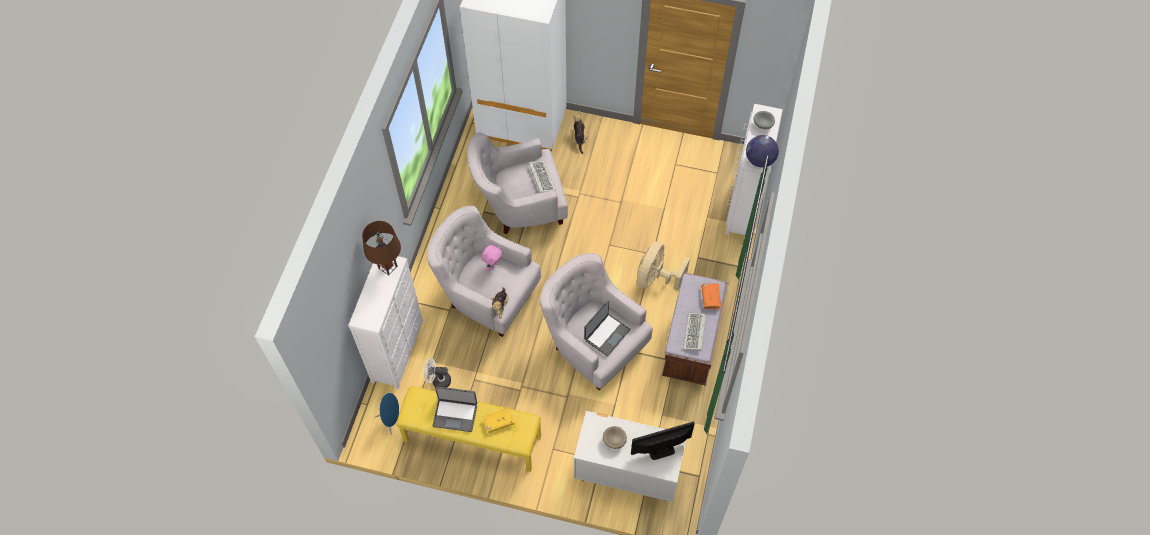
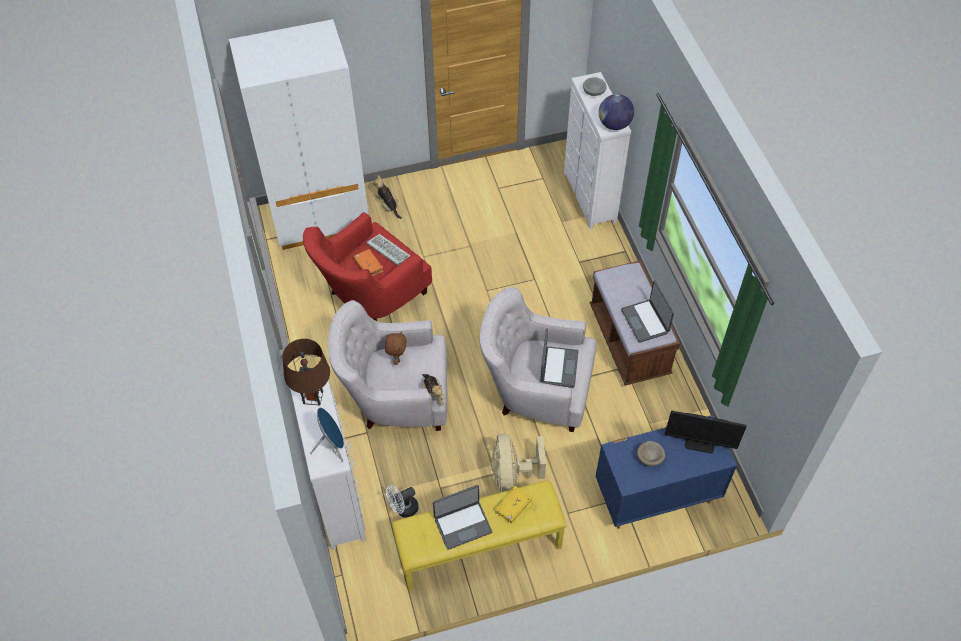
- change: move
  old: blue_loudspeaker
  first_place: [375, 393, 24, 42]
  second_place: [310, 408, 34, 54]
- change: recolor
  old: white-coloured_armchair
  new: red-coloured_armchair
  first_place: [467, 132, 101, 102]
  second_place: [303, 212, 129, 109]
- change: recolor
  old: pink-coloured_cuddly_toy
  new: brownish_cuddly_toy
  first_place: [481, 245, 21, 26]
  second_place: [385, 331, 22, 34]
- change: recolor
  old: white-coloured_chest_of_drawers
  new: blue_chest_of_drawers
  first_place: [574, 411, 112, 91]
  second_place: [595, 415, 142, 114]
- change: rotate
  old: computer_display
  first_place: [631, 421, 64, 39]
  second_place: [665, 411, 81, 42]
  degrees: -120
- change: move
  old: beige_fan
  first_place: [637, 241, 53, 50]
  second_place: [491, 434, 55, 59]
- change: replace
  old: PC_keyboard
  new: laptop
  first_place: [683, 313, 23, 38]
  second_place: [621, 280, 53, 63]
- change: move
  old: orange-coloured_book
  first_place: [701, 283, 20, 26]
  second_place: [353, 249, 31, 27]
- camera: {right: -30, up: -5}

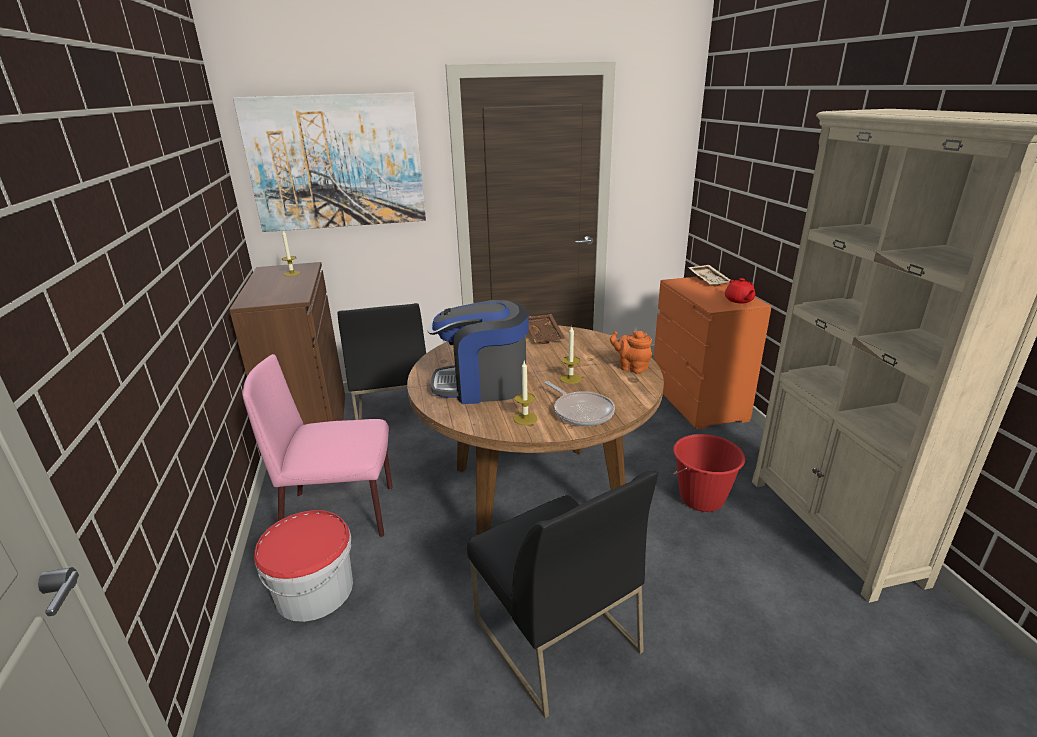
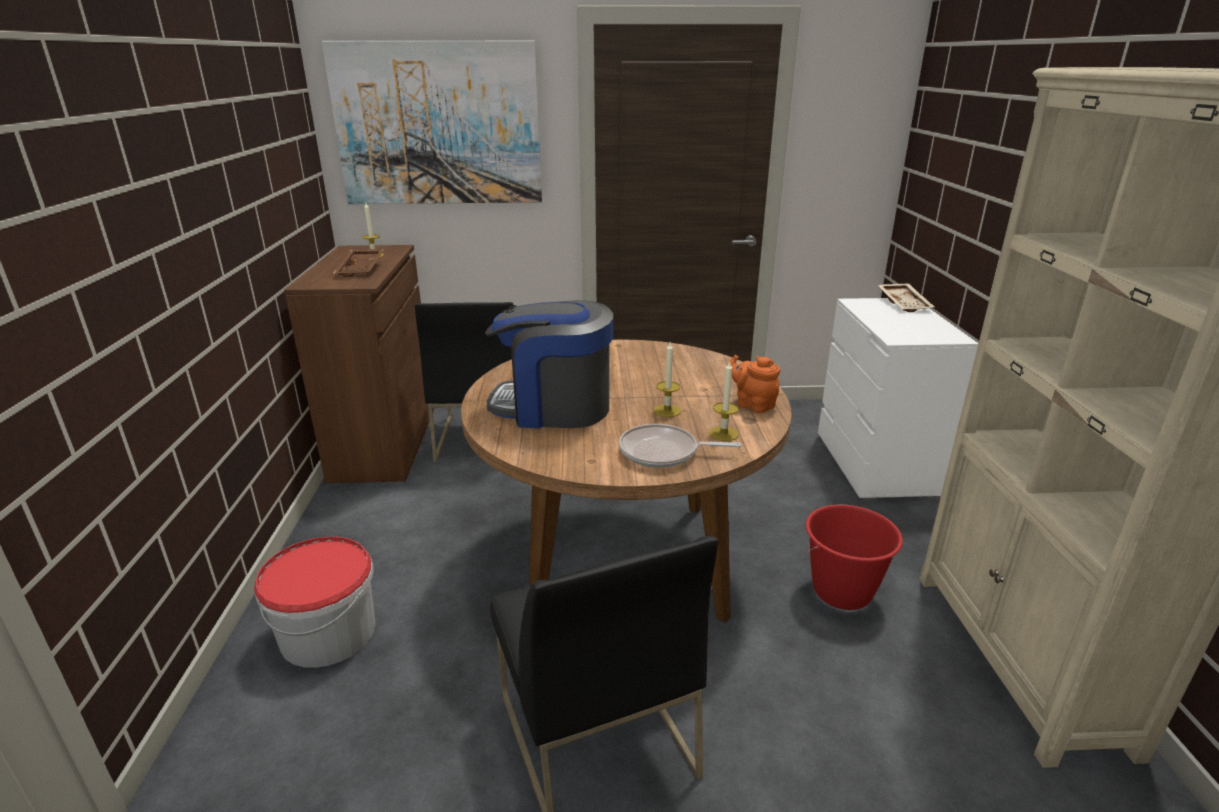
- change: delete
  old: pink-coloured_plain_chair
  first_place: [242, 354, 151, 183]
- change: move
  old: wax_light
  first_place: [514, 361, 23, 64]
  second_place: [709, 360, 30, 81]
- change: move
  old: brownish_serving_tray
  first_place: [529, 314, 36, 30]
  second_place: [333, 249, 51, 28]
- change: rotate
  old: frying_pan
  first_place: [545, 381, 70, 45]
  second_place: [619, 424, 122, 44]
  degrees: 120
- change: recolor
  old: orange-coloured_chest_of_drawers
  new: white-coloured_chest_of_drawers
  first_place: [653, 277, 119, 153]
  second_place: [818, 298, 160, 203]
- change: delete
  old: red-coloured_tea_pot
  first_place: [725, 278, 30, 25]
- camera: {right: 10, up: 0}

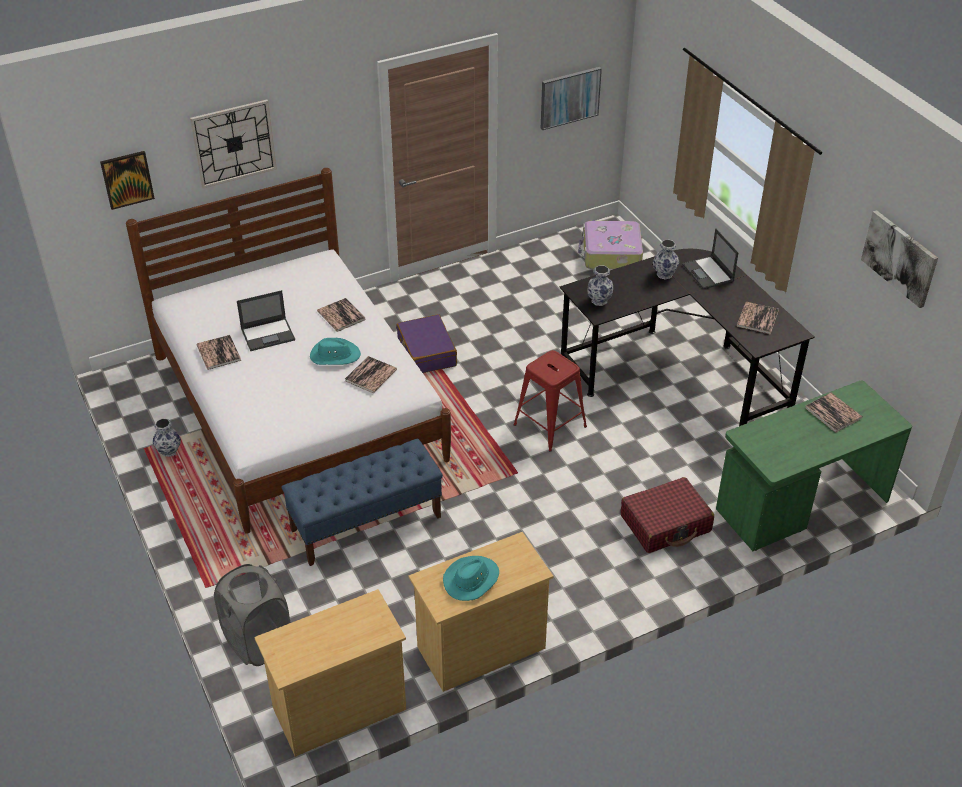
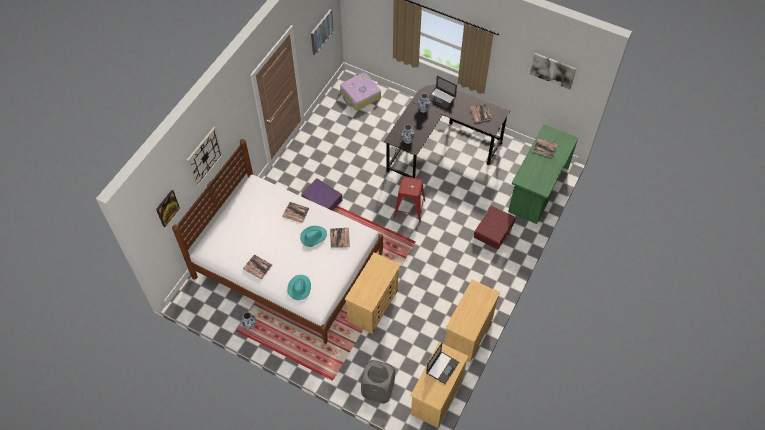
- change: move
  old: laptop
  first_place: [237, 290, 58, 61]
  second_place: [426, 343, 33, 41]
- change: replace
  old: blue_bench
  new: beige_chest_of_drawers
  first_place: [282, 439, 161, 127]
  second_place: [345, 253, 56, 81]
- change: move
  old: blue-green_hat
  first_place: [443, 556, 56, 45]
  second_place: [287, 275, 24, 25]
- camera: {right: -35, up: 15}

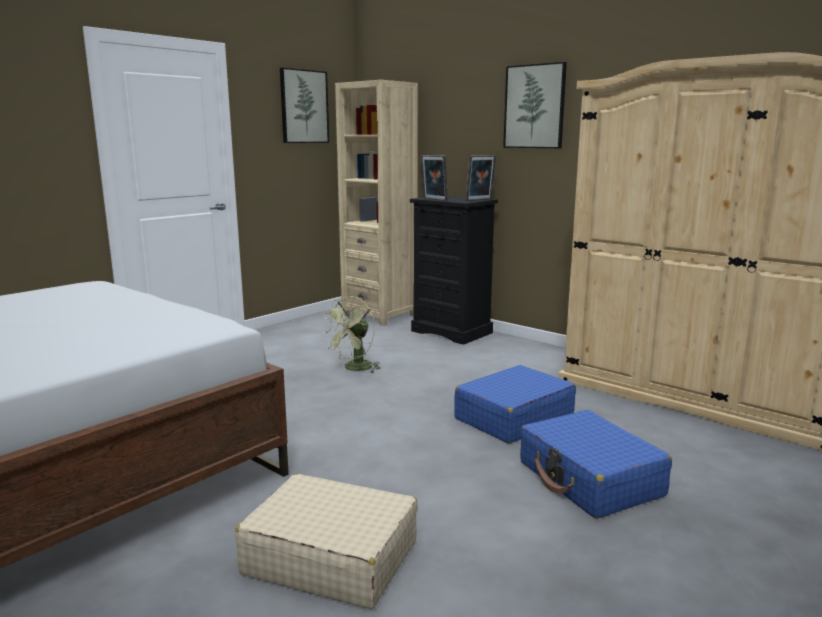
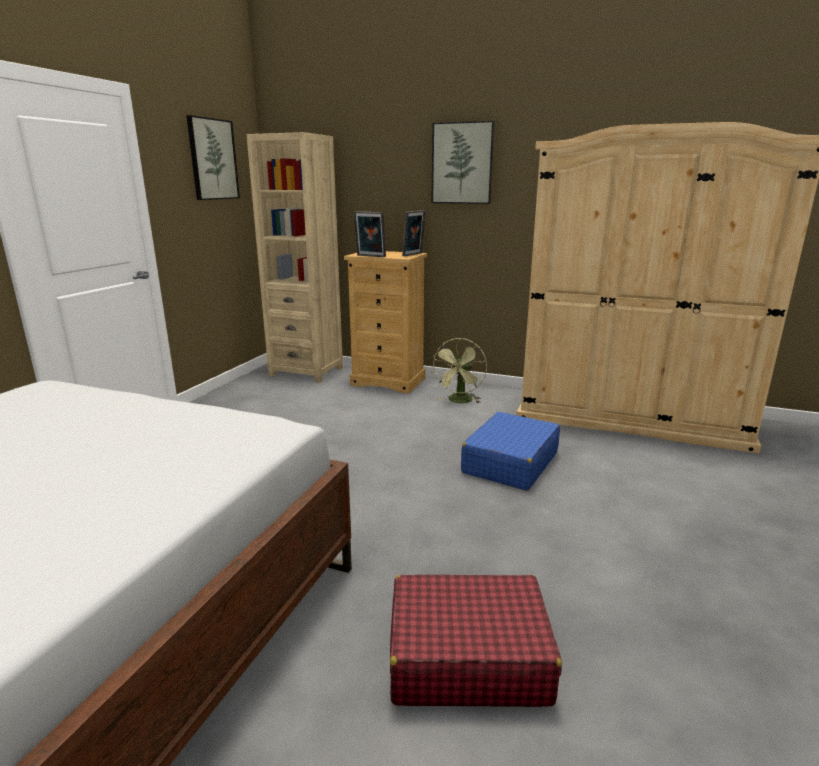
- change: recolor
  old: beige_piece_of_luggage
  new: red-coloured_piece_of_luggage
  first_place: [235, 474, 183, 135]
  second_place: [390, 575, 172, 132]
- change: move
  old: greenish_fan
  first_place: [322, 296, 59, 77]
  second_place: [433, 338, 54, 65]
- change: recolor
  old: blackish_chest_of_drawers
  new: beige_chest_of_drawers
  first_place: [410, 196, 88, 149]
  second_place: [344, 251, 83, 142]
- change: delete
  old: blue_piece_of_luggage
  first_place: [520, 410, 152, 109]
- camera: {right: -20, up: 5}

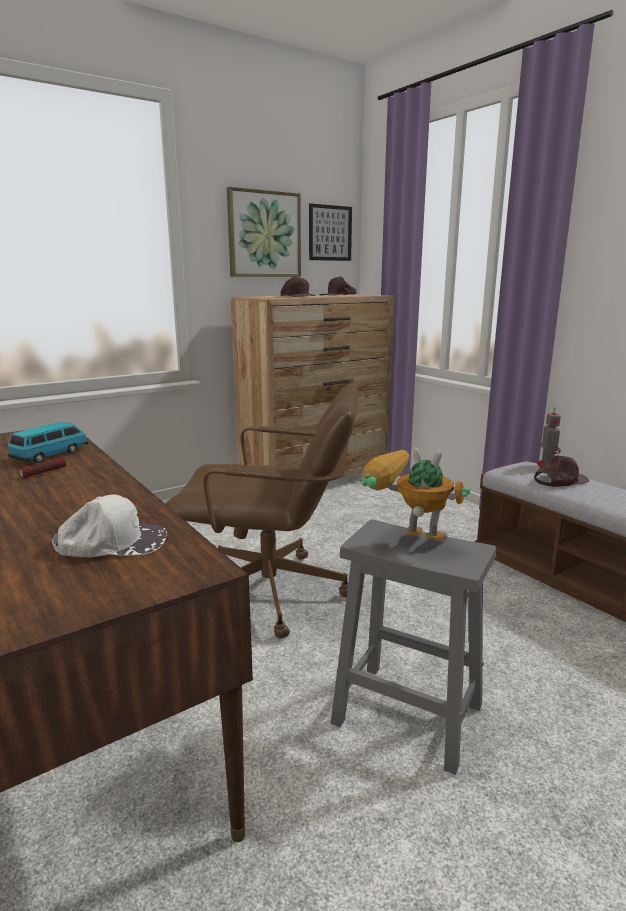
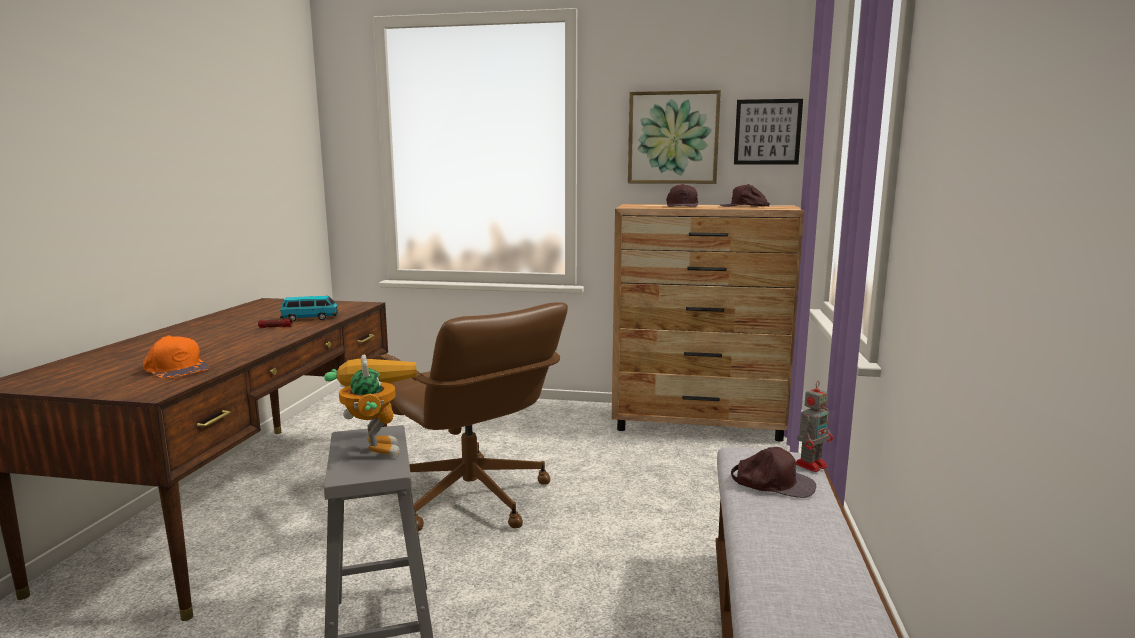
- change: recolor
  old: white-coloured_cap
  new: orange-coloured_cap
  first_place: [52, 495, 115, 62]
  second_place: [143, 335, 67, 44]
- camera: {right: 45, up: -5}

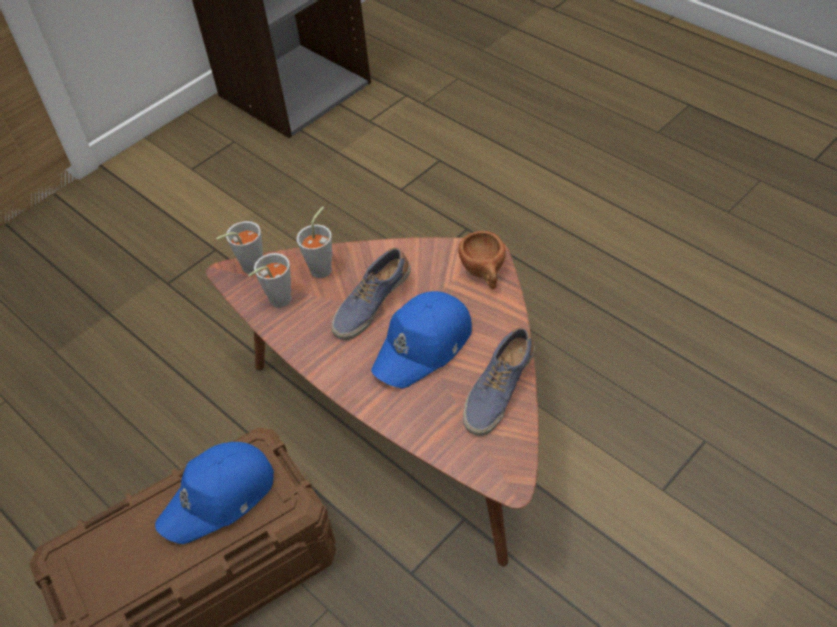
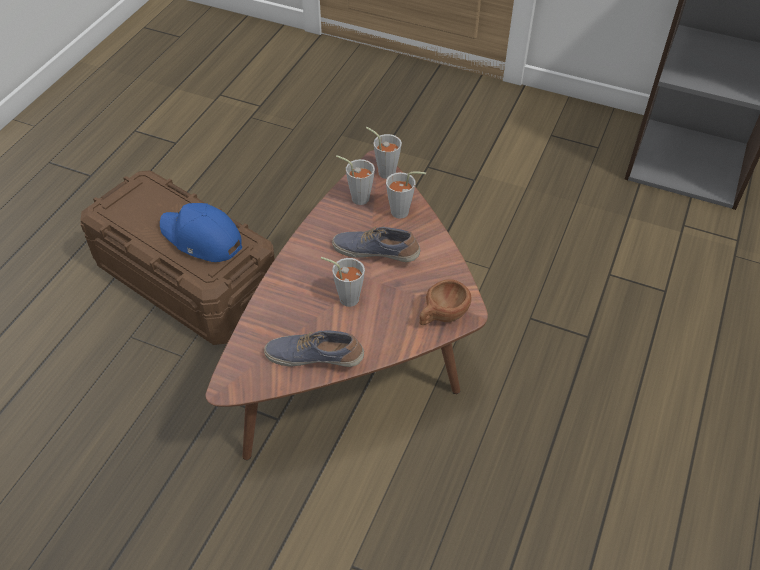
- change: replace
  old: blue_cap
  new: grey_small_cup
  first_place: [371, 291, 101, 97]
  second_place: [321, 257, 44, 50]
- camera: {right: 65, up: 0}

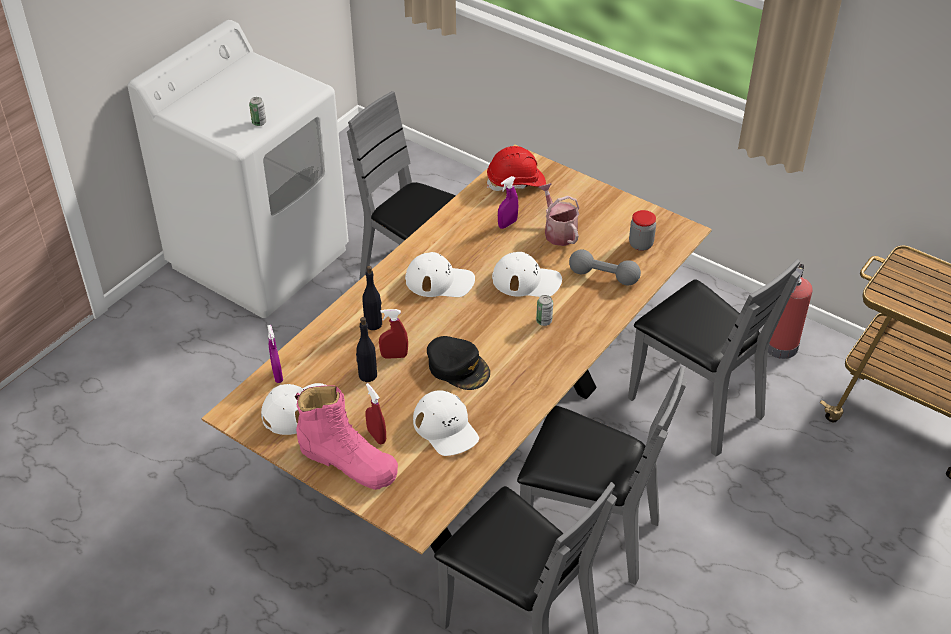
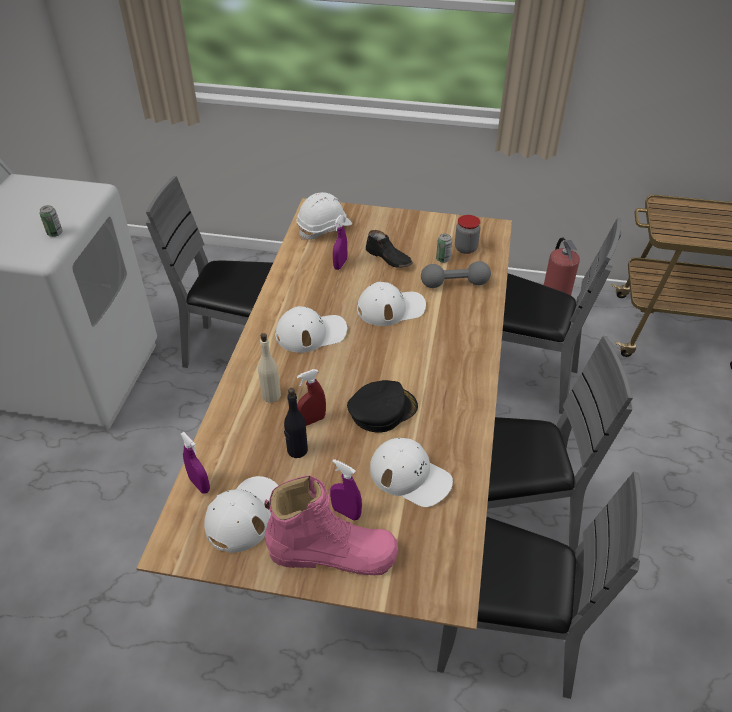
- change: recolor
  old: blackish_drink_bottle
  new: beige_drink_bottle
  first_place: [362, 266, 20, 64]
  second_place: [258, 333, 23, 70]
- change: recolor
  old: red-coloured_hand_sprayer
  new: purple_hand_sprayer
  first_place: [365, 383, 21, 61]
  second_place: [330, 459, 32, 61]
- change: rotate
  old: blackish_cap
  first_place: [427, 336, 63, 54]
  second_place: [347, 380, 71, 52]
  degrees: -45
- change: recolor
  old: red-coloured_hard_hat
  new: white-coloured_hard_hat
  first_place: [487, 146, 59, 45]
  second_place: [296, 192, 56, 48]
- change: move
  old: sealed_can
  first_place: [536, 295, 17, 31]
  second_place: [436, 234, 16, 29]
- change: replace
  old: watering_can
  new: blackish_low_shoe
  first_place: [538, 183, 41, 63]
  second_place: [366, 230, 47, 38]
- camera: {right: -25, up: 0}

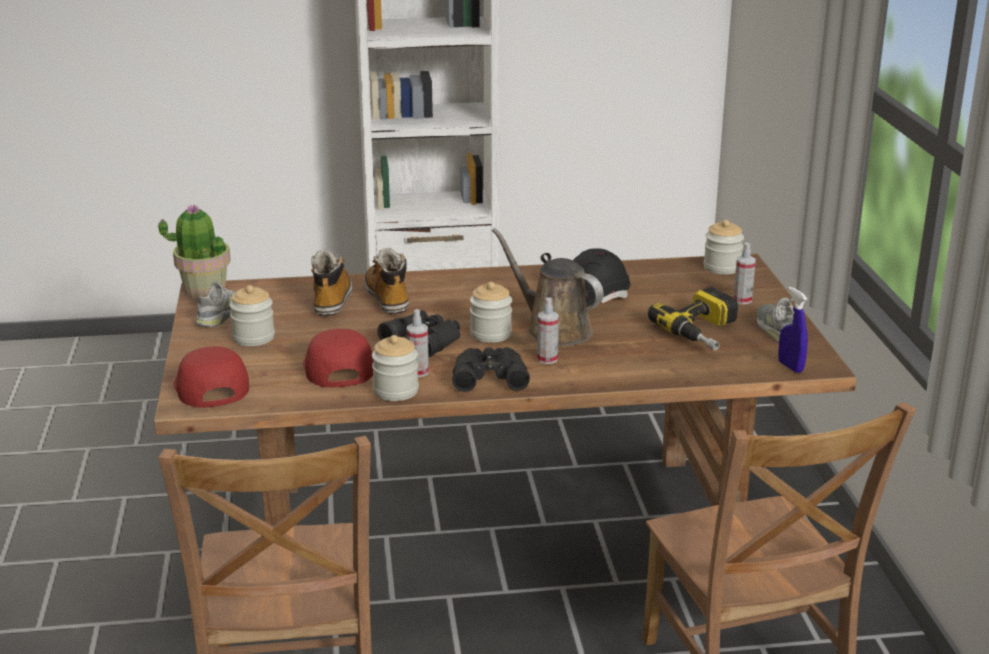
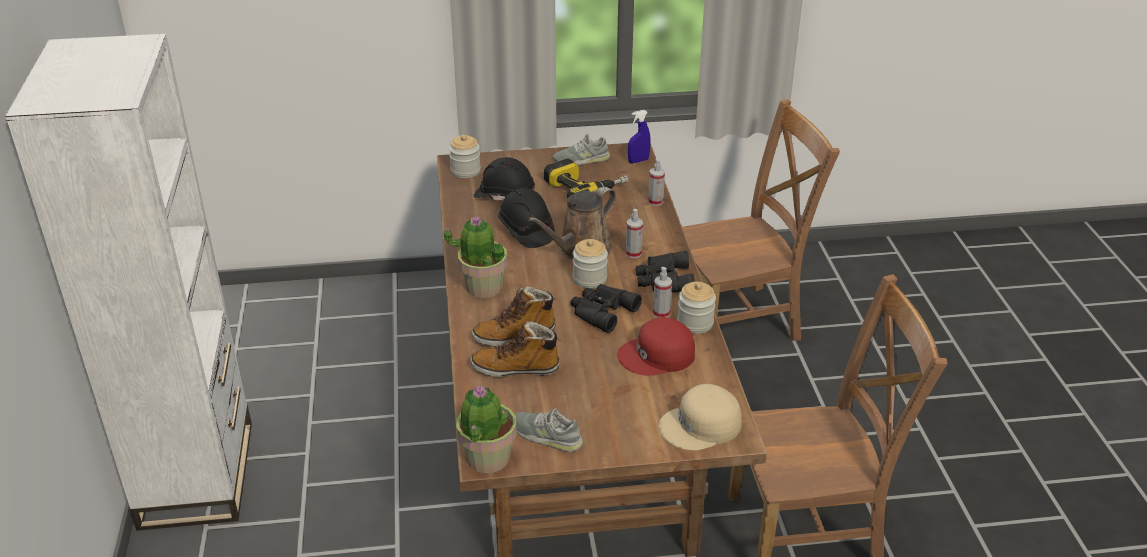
- change: recolor
  old: red-coloured_cap
  new: beige_cap
  first_place: [174, 346, 75, 62]
  second_place: [658, 384, 84, 66]
- change: delete
  old: preserve_jar
  first_place: [229, 285, 46, 61]
- change: move
  old: hand_sprayer
  first_place: [734, 243, 22, 61]
  second_place: [648, 159, 17, 47]
- change: insert
  new: plant_in_a_pot
  second_place: [444, 217, 64, 81]
- change: insert
  new: blackish_hard_hat
  second_place: [474, 157, 61, 44]
- camera: {right: -90, up: 10}

